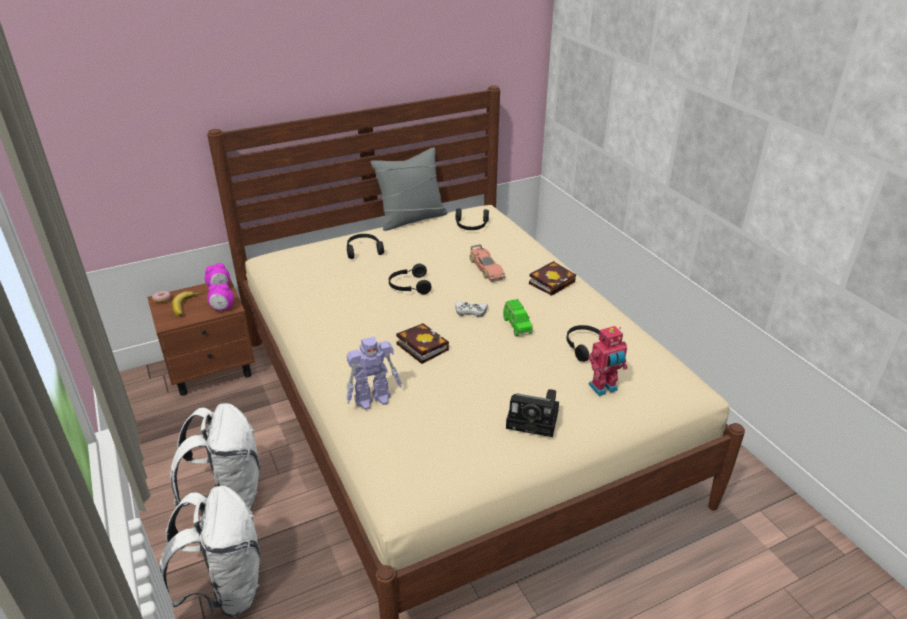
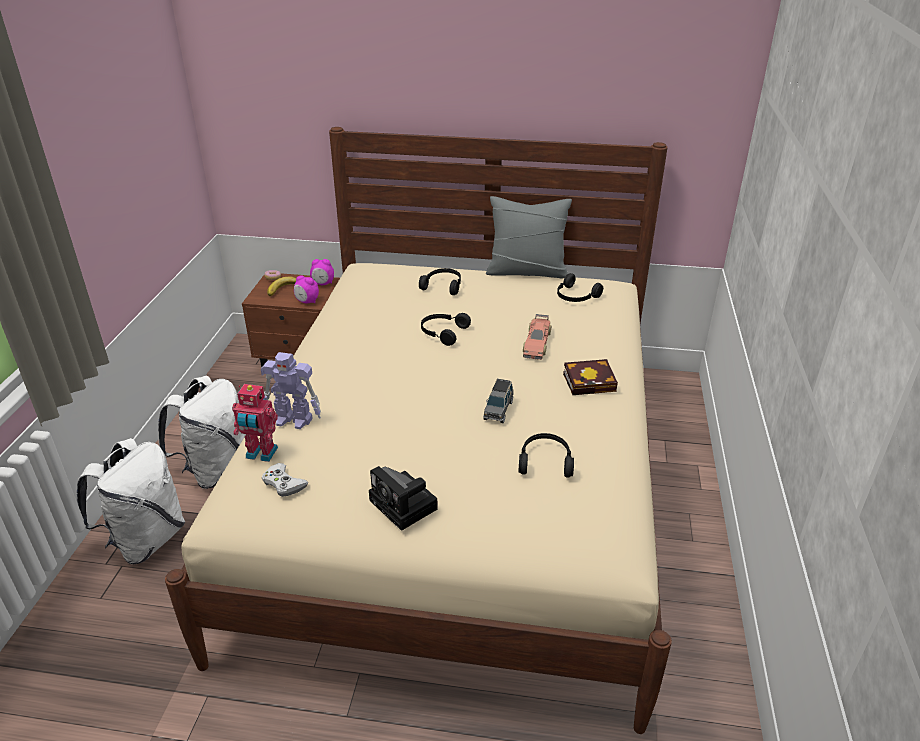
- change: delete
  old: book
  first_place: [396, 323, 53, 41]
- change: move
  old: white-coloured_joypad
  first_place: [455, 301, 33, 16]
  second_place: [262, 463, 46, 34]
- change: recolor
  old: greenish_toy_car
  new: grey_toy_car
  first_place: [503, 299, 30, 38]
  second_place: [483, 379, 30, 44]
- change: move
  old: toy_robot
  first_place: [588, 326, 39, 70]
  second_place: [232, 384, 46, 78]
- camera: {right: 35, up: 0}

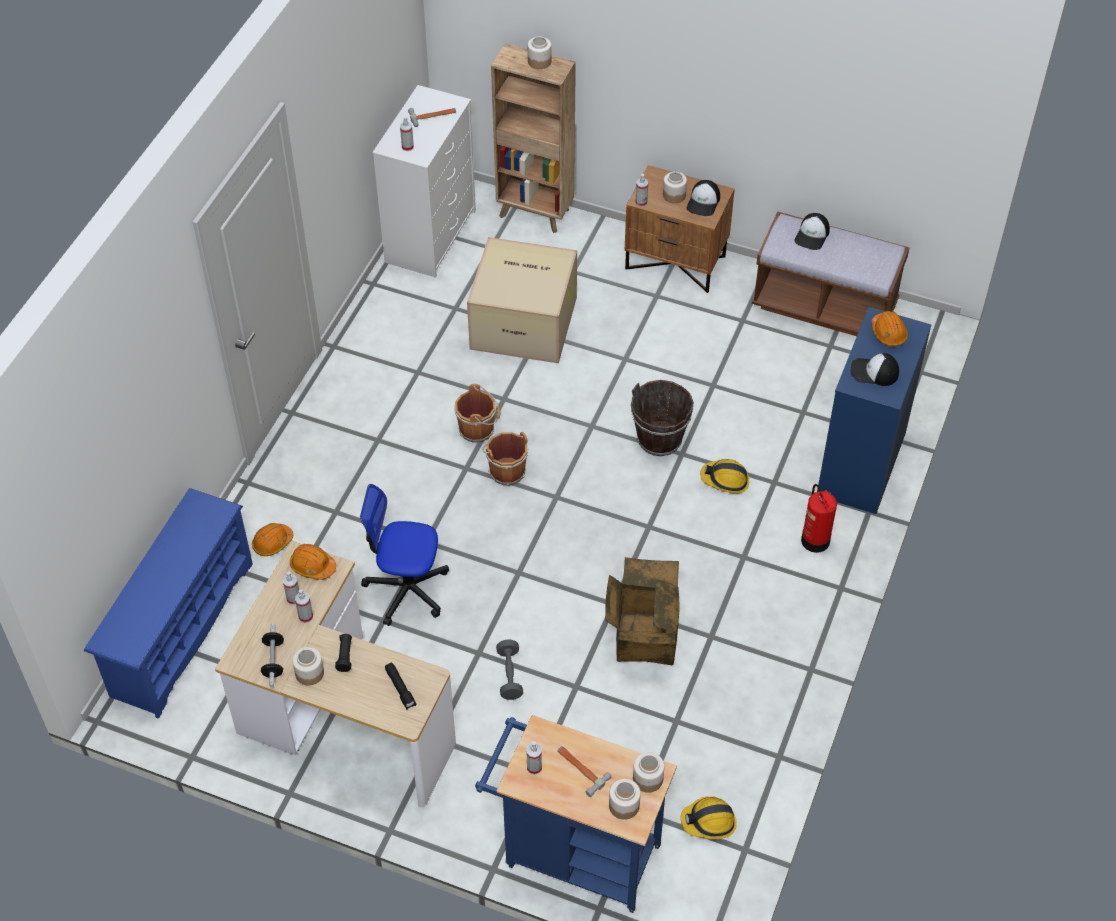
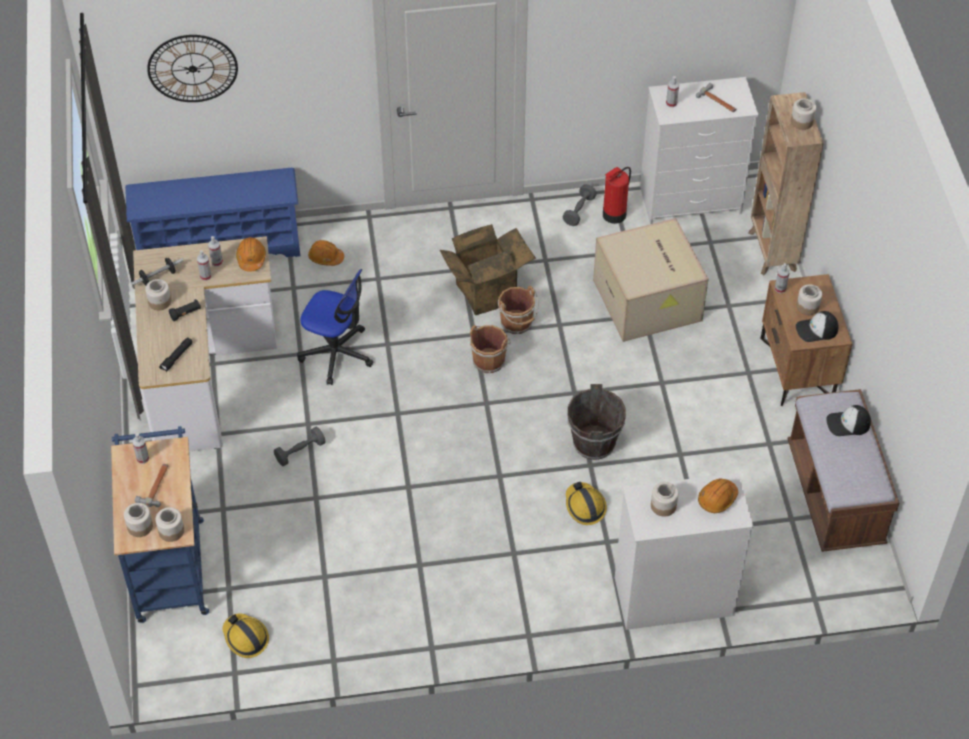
- change: rotate
  old: desk_chair
  first_place: [360, 484, 89, 142]
  second_place: [297, 269, 76, 116]
  degrees: 135
- change: move
  old: cardboard_box
  first_place: [605, 557, 75, 108]
  second_place: [440, 224, 96, 91]
- change: move
  old: fire-fighting_cylinder
  first_place: [801, 484, 36, 69]
  second_place: [603, 167, 28, 57]
- change: recolor
  old: blue_chest_of_drawers
  new: white-coloured_chest_of_drawers
  first_place: [817, 307, 115, 207]
  second_place: [615, 473, 139, 157]
- change: replace
  old: cap
  new: preserve_jar
  first_place: [850, 353, 49, 33]
  second_place: [651, 482, 27, 35]
- change: insert
  new: wall_clock
  second_place: [147, 35, 91, 67]
- change: insert
  new: grey_hand_weight
  second_place: [563, 184, 34, 42]
- camera: {right: 60, up: 0}

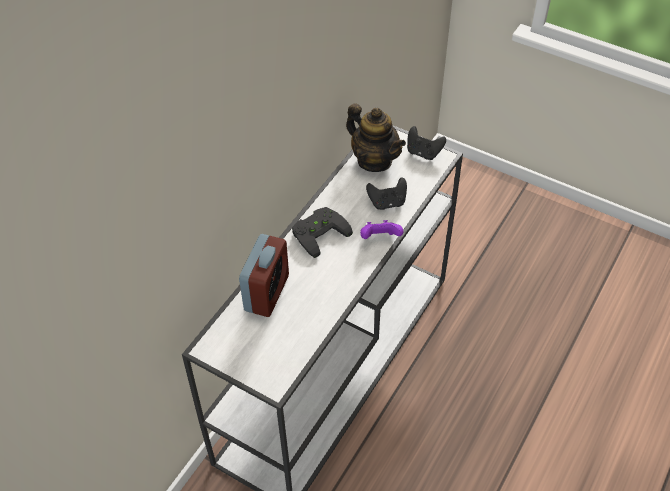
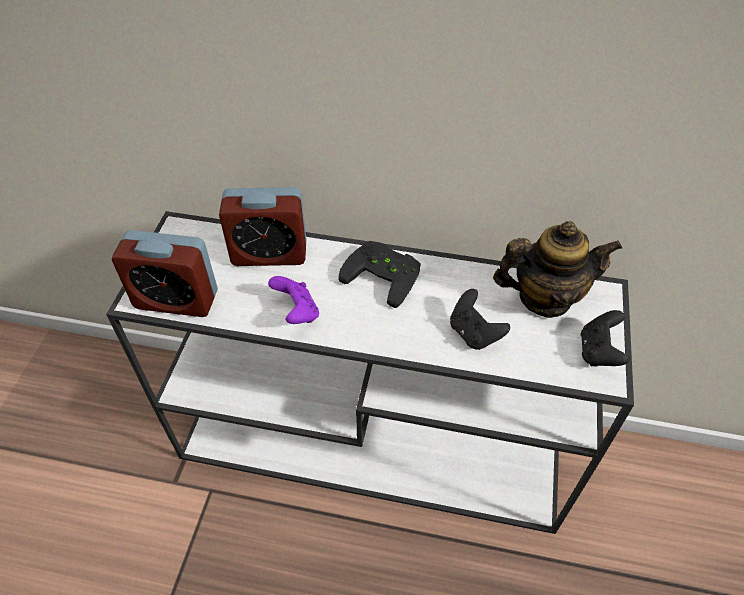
- change: rotate
  old: tea_pot
  first_place: [346, 103, 60, 69]
  second_place: [493, 221, 129, 97]
  degrees: -120
- change: move
  old: purple_joypad
  first_place: [360, 220, 43, 19]
  second_place: [268, 276, 51, 48]
- change: insert
  new: alarm_clock
  second_place: [112, 230, 106, 87]
- camera: {right: 70, up: 0}

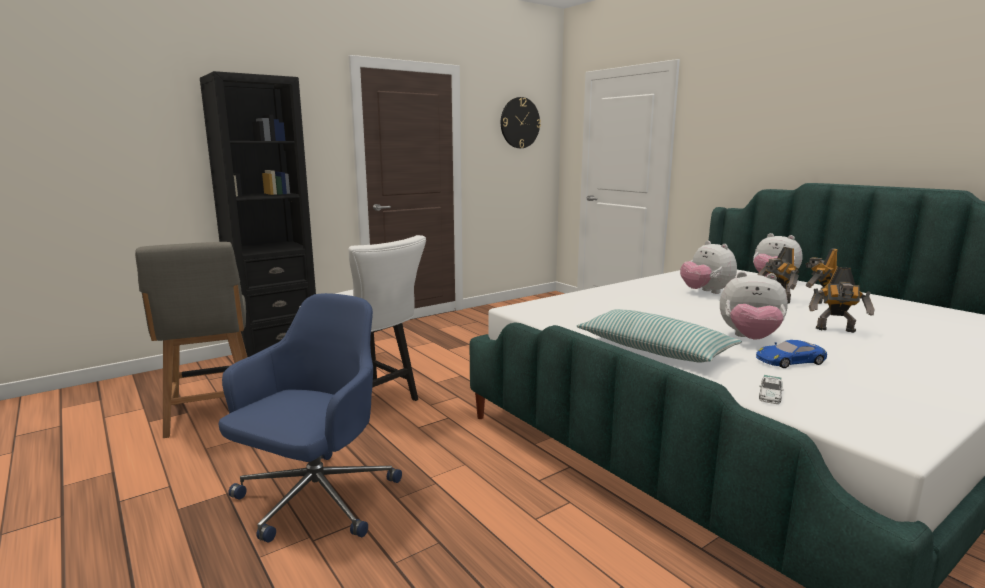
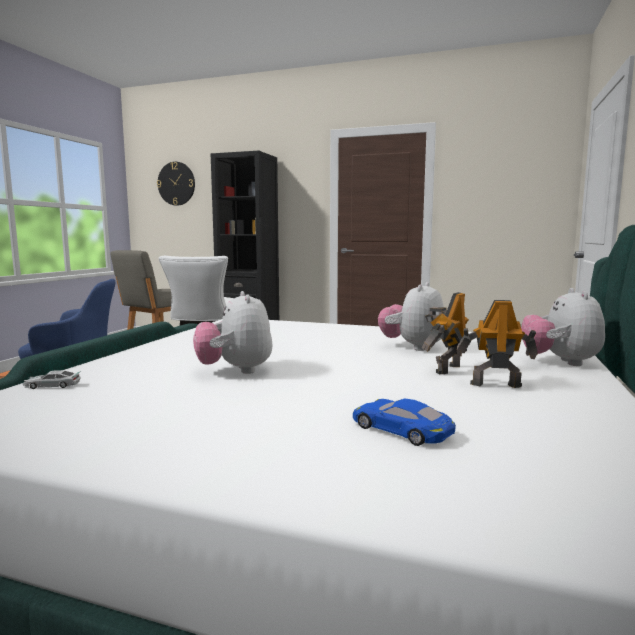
- change: move
  old: wall_clock
  first_place: [501, 97, 40, 51]
  second_place: [157, 162, 38, 44]
- change: delete
  old: cushion
  first_place: [577, 309, 165, 54]
- change: move
  old: blue_toy_car
  first_place: [756, 340, 71, 28]
  second_place: [353, 398, 103, 48]
- change: delete
  old: toy_robot
  first_place: [809, 267, 65, 66]
- camera: {right: 55, up: -5}

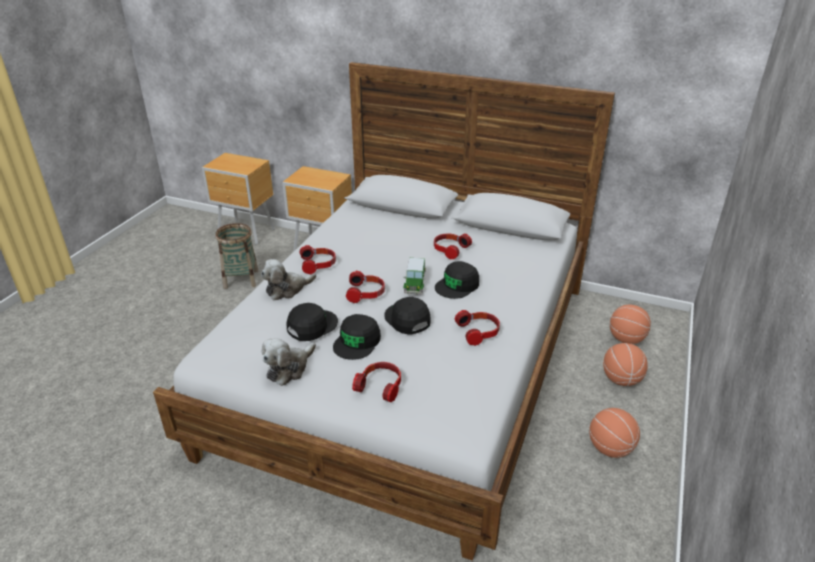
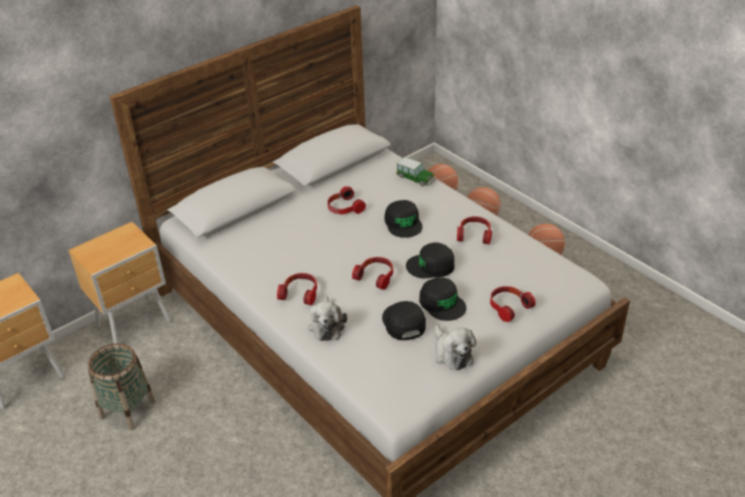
- change: move
  old: toy_car
  first_place: [403, 258, 23, 37]
  second_place: [396, 157, 40, 29]
- camera: {right: -60, up: 5}

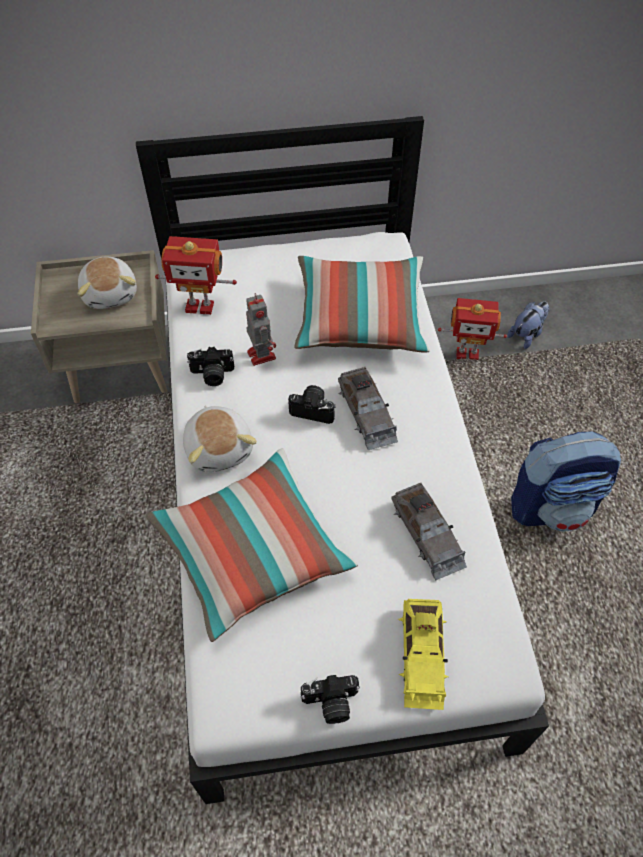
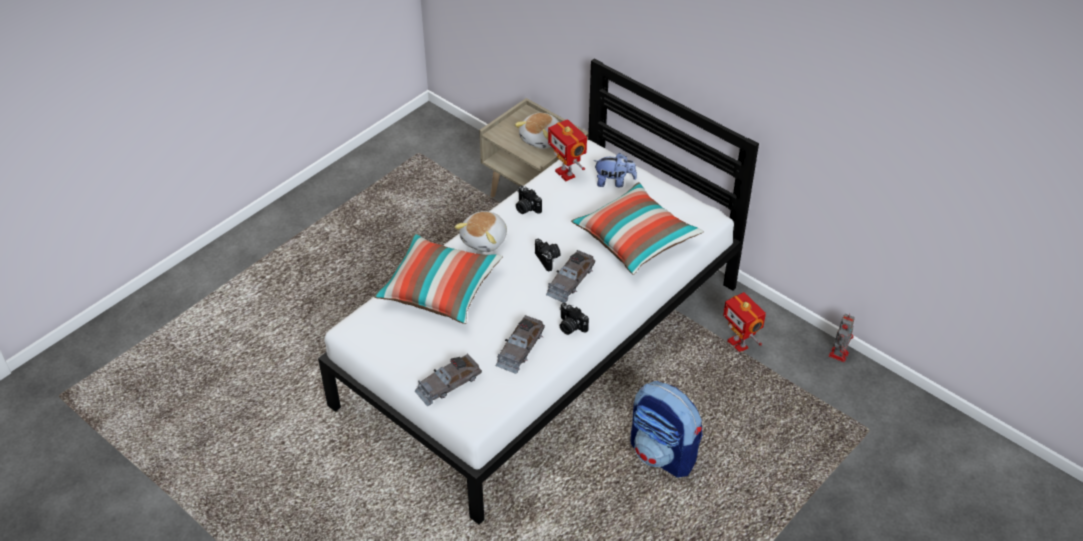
- change: move
  old: toy_robot
  first_place: [246, 293, 30, 73]
  second_place: [829, 313, 26, 49]
- change: move
  old: photo_camera
  first_place: [301, 675, 59, 49]
  second_place: [560, 302, 29, 33]
- change: recolor
  old: yellow_toy_car
  new: grey_toy_car
  first_place: [398, 599, 51, 111]
  second_place: [415, 353, 67, 53]
- change: move
  old: cuddly_toy
  first_place: [507, 302, 42, 47]
  second_place: [594, 153, 43, 34]
- camera: {right: 50, up: -10}

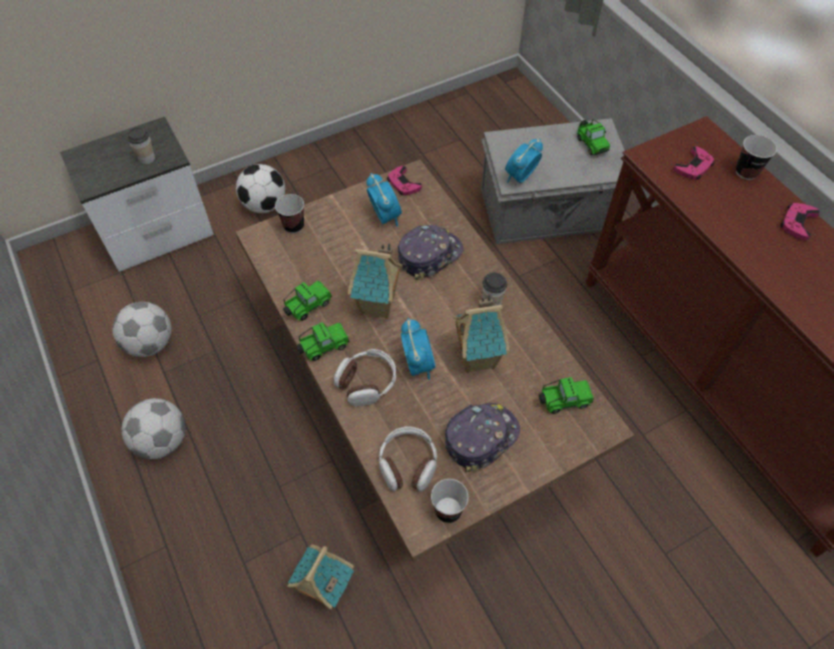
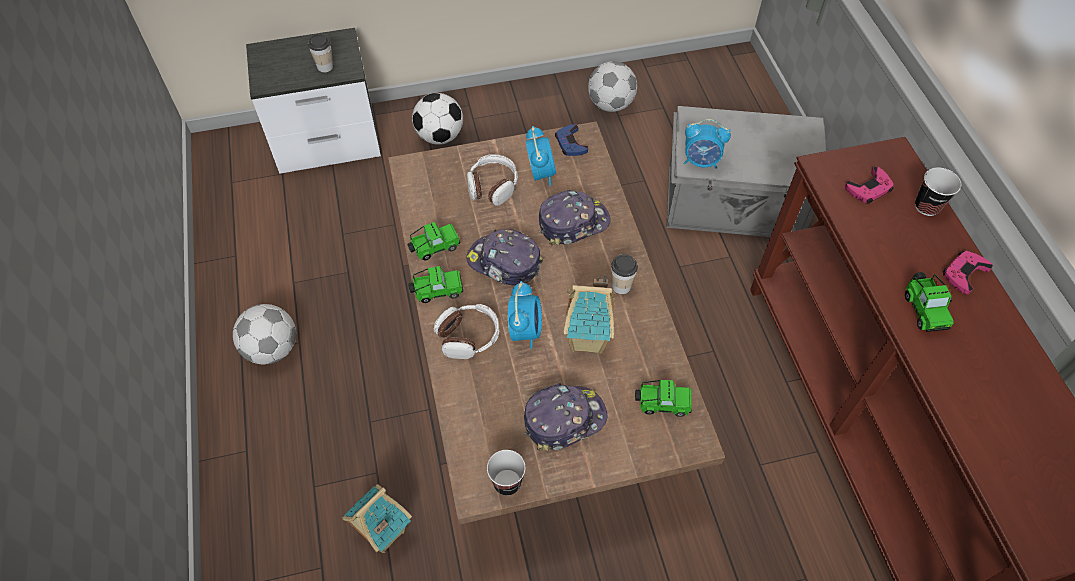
- change: move
  old: football
  first_place: [112, 302, 60, 55]
  second_place: [588, 61, 49, 51]
- change: delete
  old: small_cup
  first_place: [275, 194, 29, 39]
- change: replace
  old: model_house
  new: cap
  first_place: [348, 243, 55, 76]
  second_place: [466, 229, 77, 57]
- change: move
  old: pair_of_headphones
  first_place: [379, 427, 58, 65]
  second_place: [467, 154, 51, 52]
- change: recolor
  old: pink-coloured_joypad
  new: blue_joypad
  first_place: [387, 166, 35, 29]
  second_place: [555, 124, 33, 32]
- change: rotate
  old: alarm_clock
  first_place: [505, 139, 38, 44]
  second_place: [683, 119, 48, 50]
  degrees: -135
- change: move
  old: toy_car
  first_place: [577, 119, 33, 36]
  second_place: [904, 272, 50, 60]
- camera: {right: 15, up: 0}

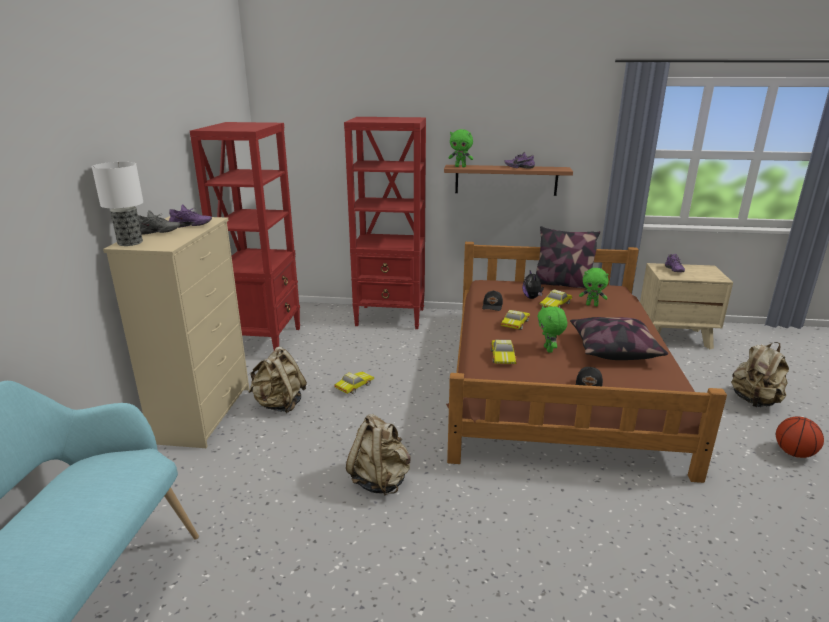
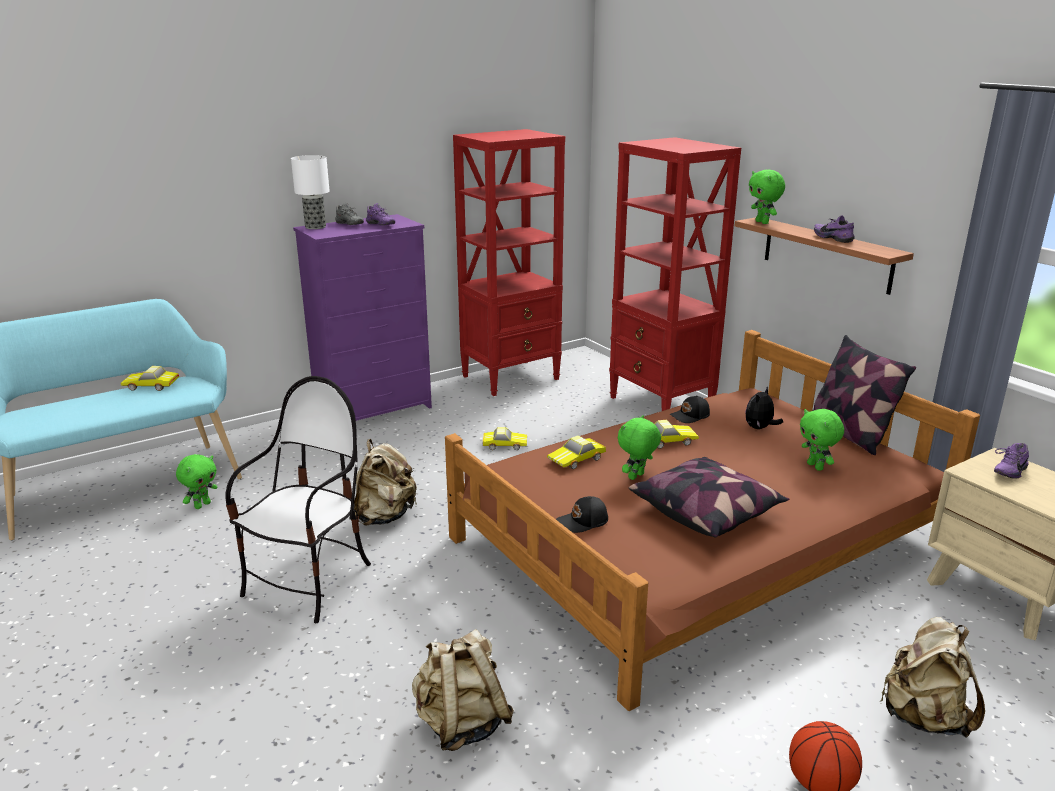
- change: recolor
  old: beige_chest_of_drawers
  new: purple_chest_of_drawers
  first_place: [103, 216, 146, 232]
  second_place: [293, 214, 139, 207]
- change: move
  old: beige_rucksack
  first_place: [248, 347, 59, 66]
  second_place: [412, 629, 102, 122]
- change: move
  old: toy_car
  first_place: [539, 289, 33, 19]
  second_place: [121, 366, 58, 25]
- change: insert
  new: greenish_cuddly_toy
  second_place: [176, 454, 42, 55]
- change: insert
  new: plain_chair
  second_place: [226, 376, 145, 247]
- camera: {right: 50, up: 0}

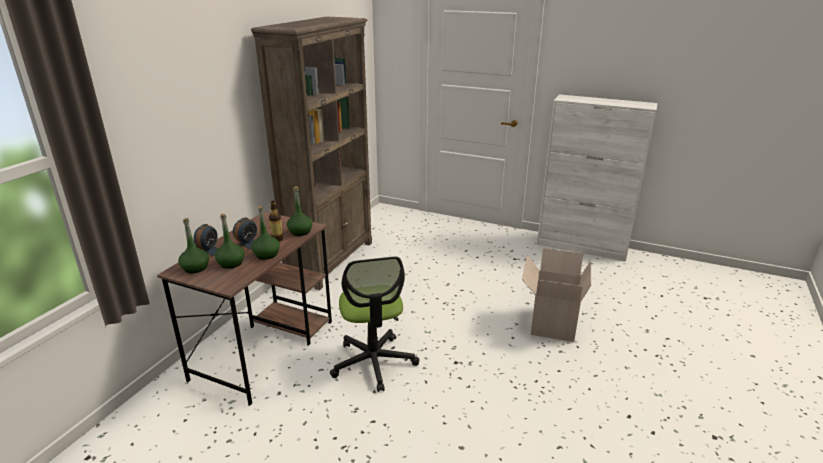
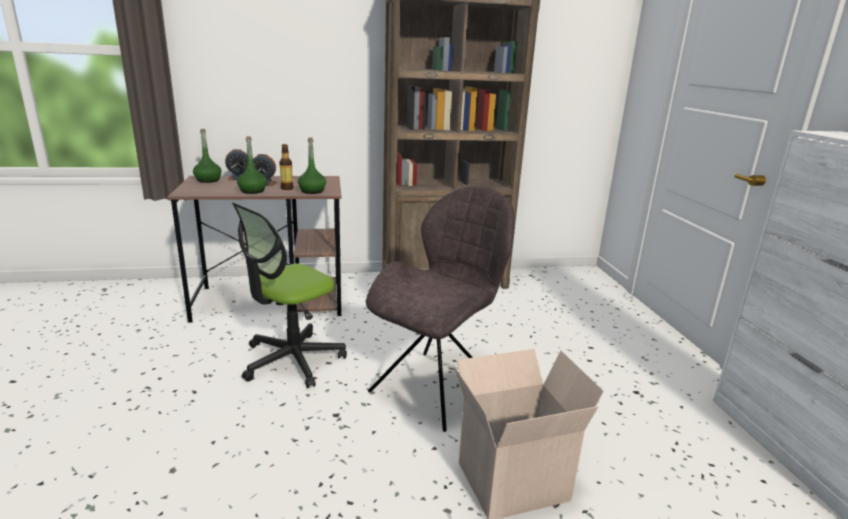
- change: delete
  old: greenish_drink_bottle
  first_place: [215, 214, 30, 55]
- change: insert
  new: grey_plain_chair
  second_place: [366, 187, 148, 245]
- camera: {right: 55, up: -5}

